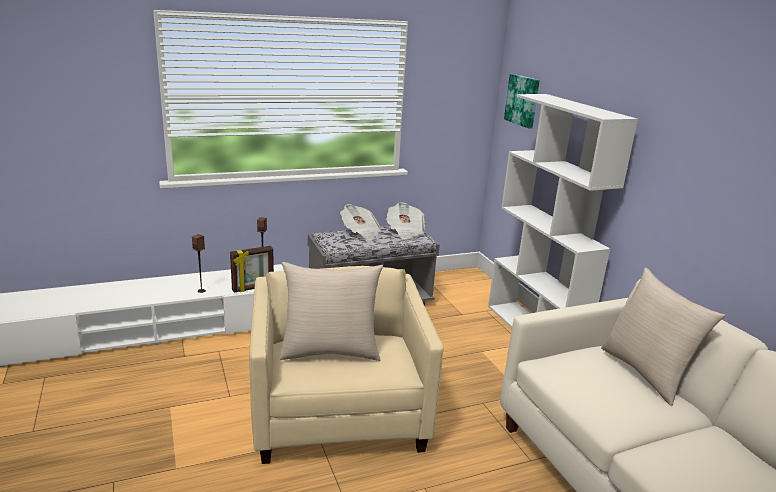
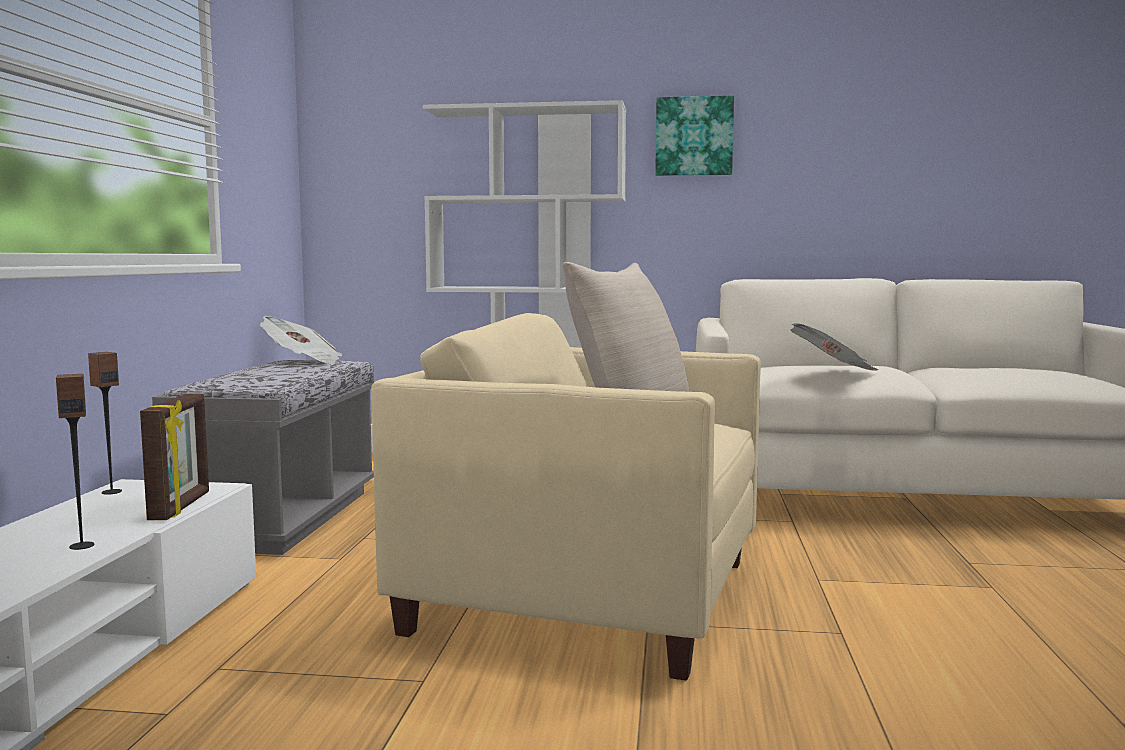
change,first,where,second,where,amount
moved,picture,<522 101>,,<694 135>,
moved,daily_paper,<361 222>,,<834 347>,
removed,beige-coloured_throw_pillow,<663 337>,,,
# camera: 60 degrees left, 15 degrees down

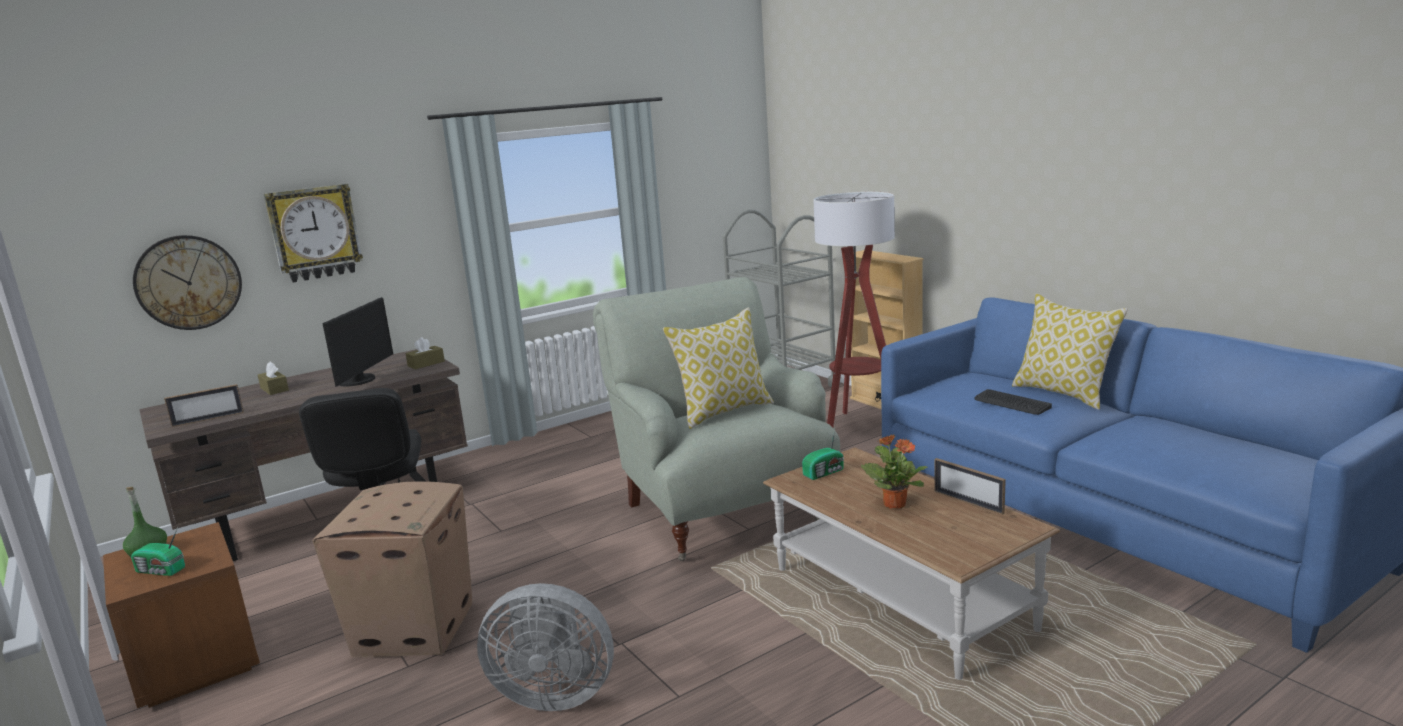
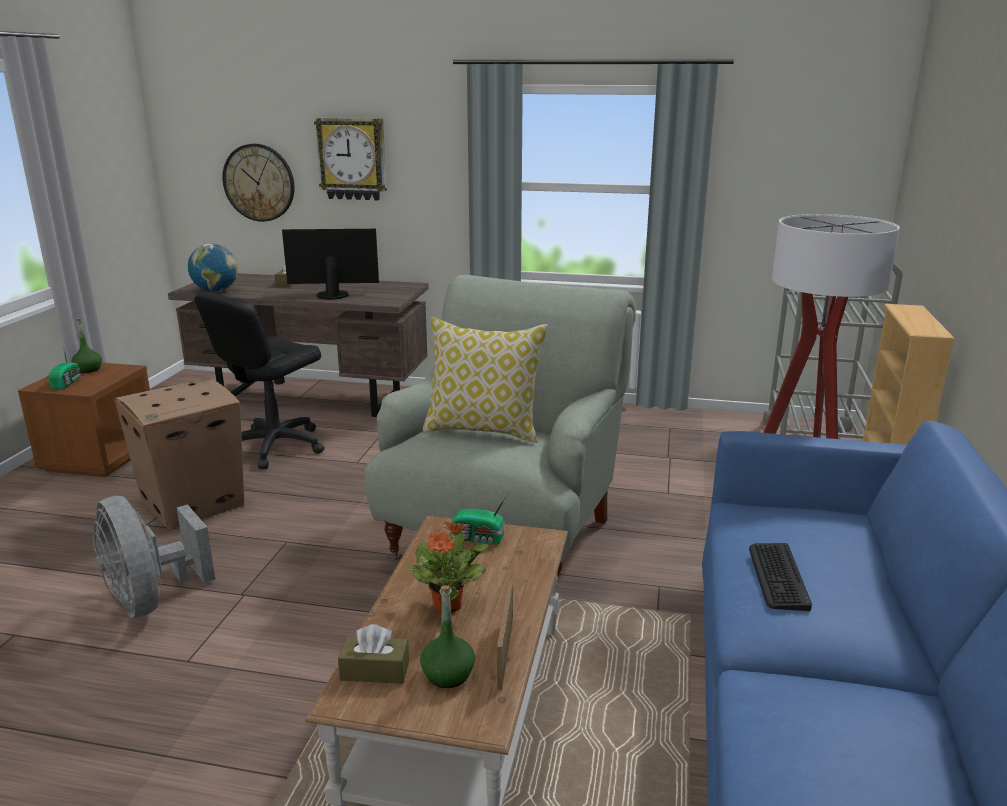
change,first,where,second,where,amount
removed,throw_pillow,<1070 352>,,,
turned,computer_screen,<357 342>,,<330 264>,150 degrees counterclockwise
moved,brown_tissue_box,<425 353>,,<373 654>,
replaced,picture_frame,<204 405>,desk_globe,<213 268>,
turned,radio_set,<158 551>,,<64 367>,150 degrees counterclockwise
added,,,greenish_beverage_bottle,<447 636>,
# camera: 45 degrees right, 5 degrees up

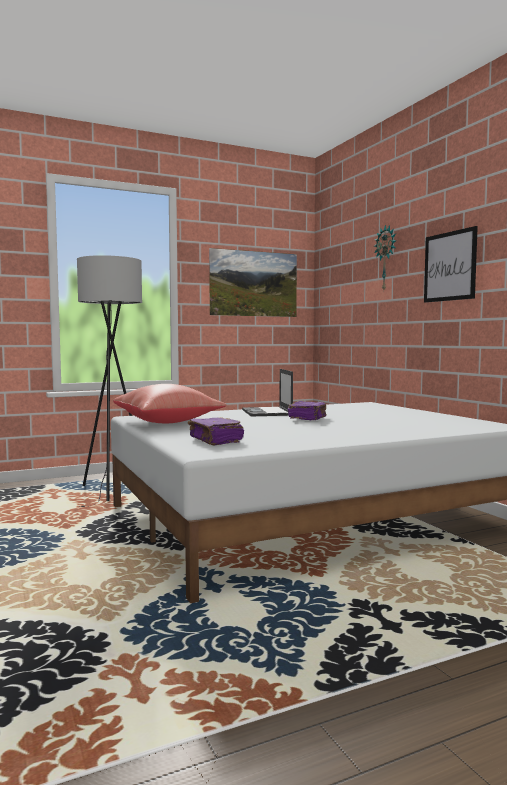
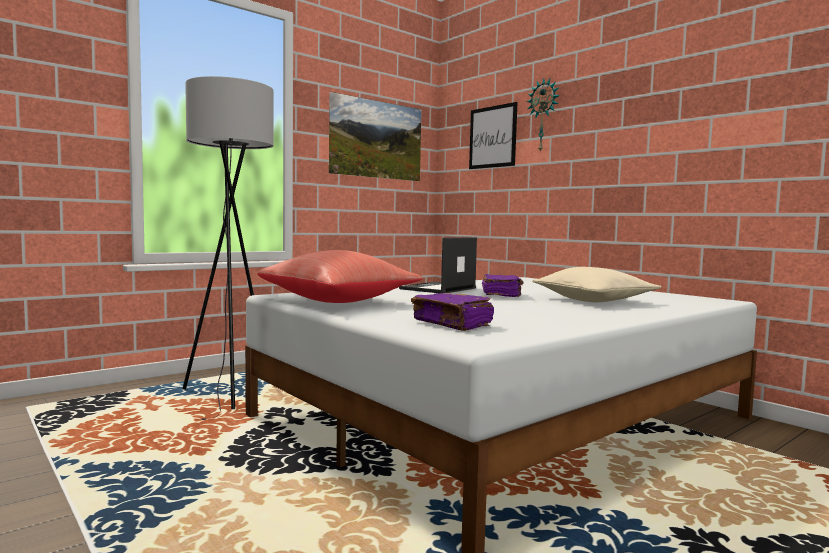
change,first,where,second,where,amount
moved,picture,<451 264>,,<493 135>,
turned,portable_computer,<267 392>,,<438 265>,60 degrees clockwise
added,,,beige-coloured_throw_pillow,<597 284>,
# camera: 15 degrees left, 0 degrees up

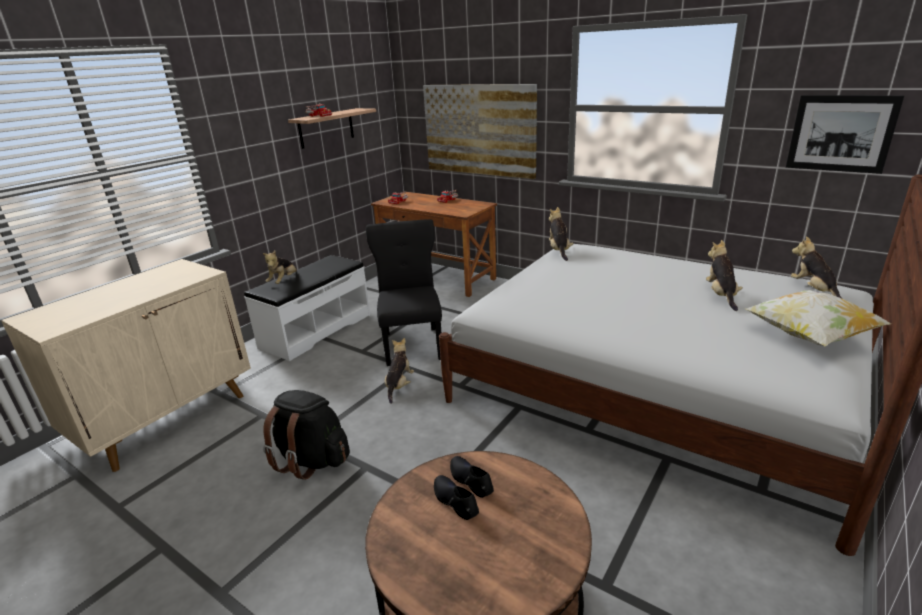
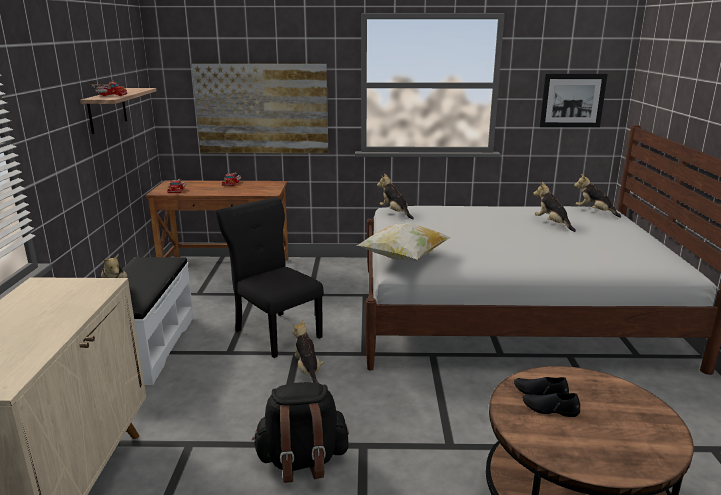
change,first,where,second,where,amount
moved,throw_pillow,<818 318>,,<403 241>,
# camera: 35 degrees left, 5 degrees down

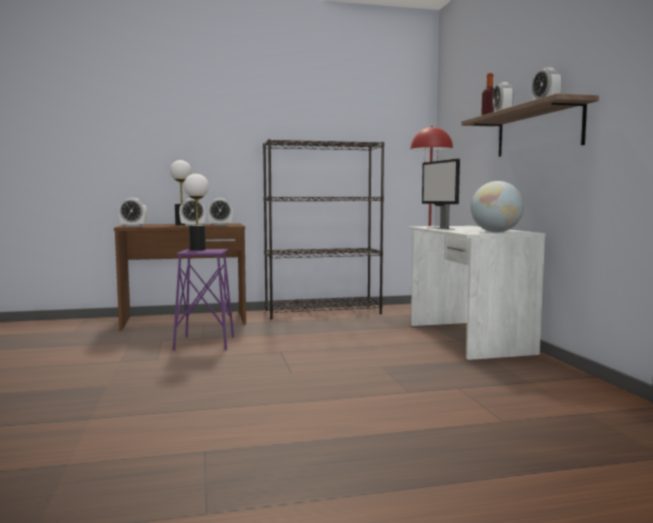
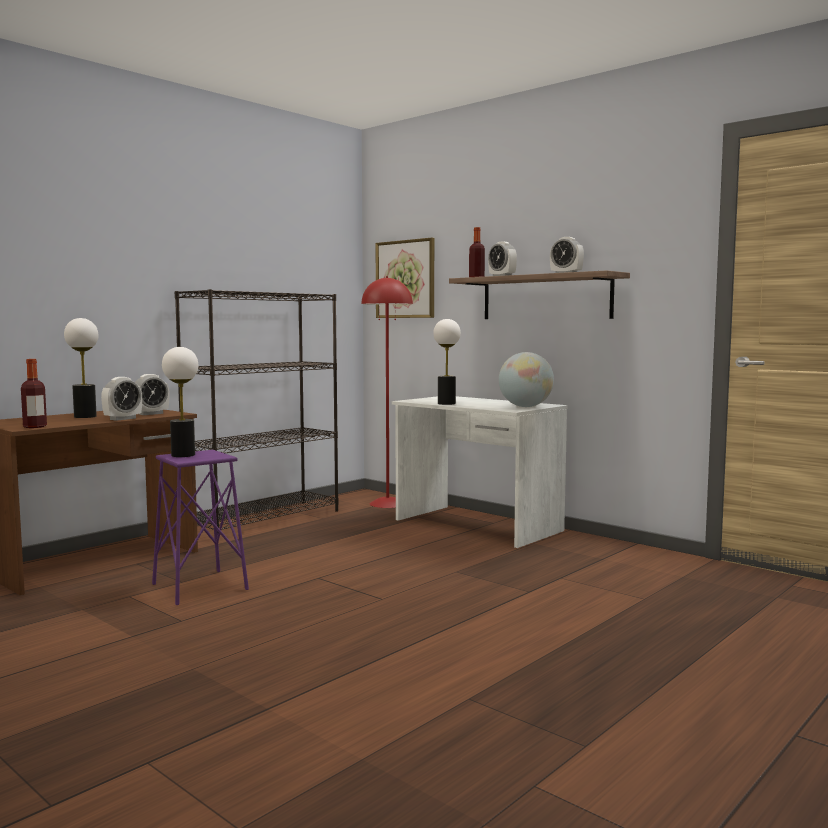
change,first,where,second,where,amount
replaced,computer_screen,<441 194>,table_lamp,<447 362>,
replaced,alarm_clock,<133 212>,beverage_bottle,<34 393>,
added,,,picture,<405 278>,
# camera: 35 degrees left, 0 degrees up

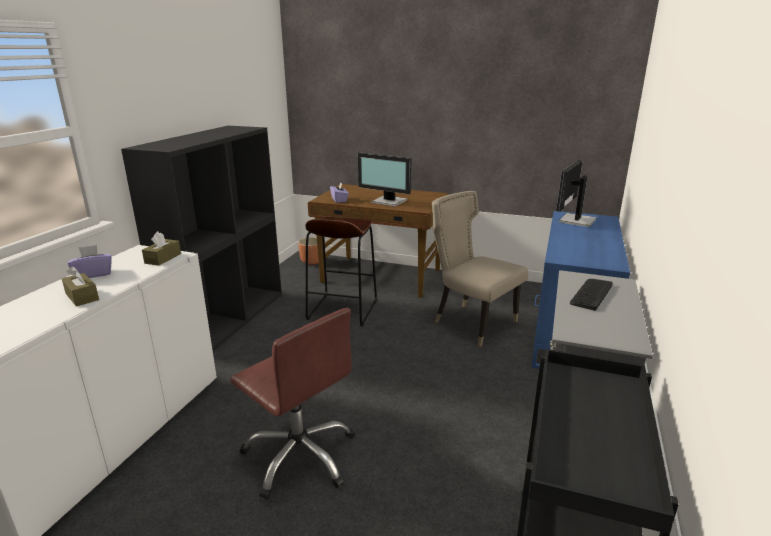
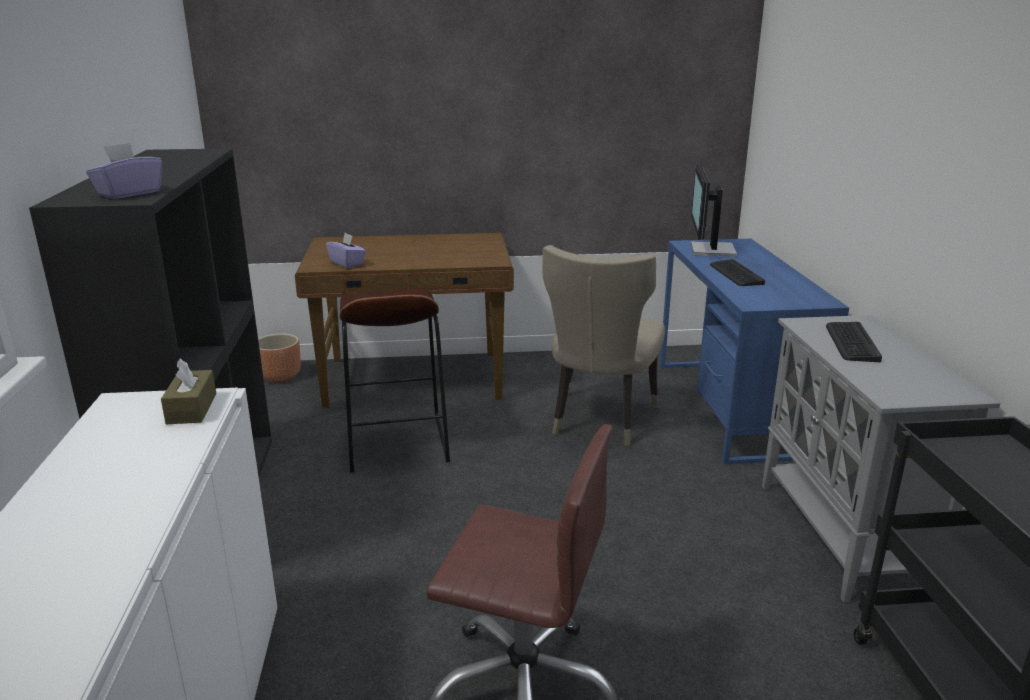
change,first,where,second,where,amount
removed,computer_screen,<385 179>,,,
turned,beige-coloured_plain_chair,<480 269>,,<604 345>,90 degrees counterclockwise
moved,purplish_tissue_box,<90 261>,,<124 171>,
removed,brown_tissue_box,<80 286>,,,
added,,,computer_keyboard,<737 272>,
# camera: 25 degrees left, 0 degrees up

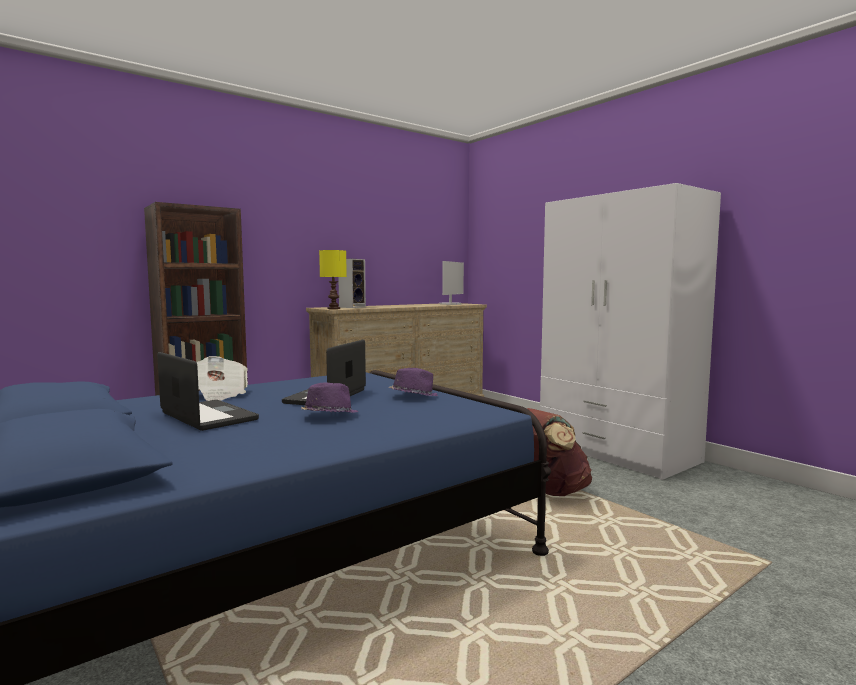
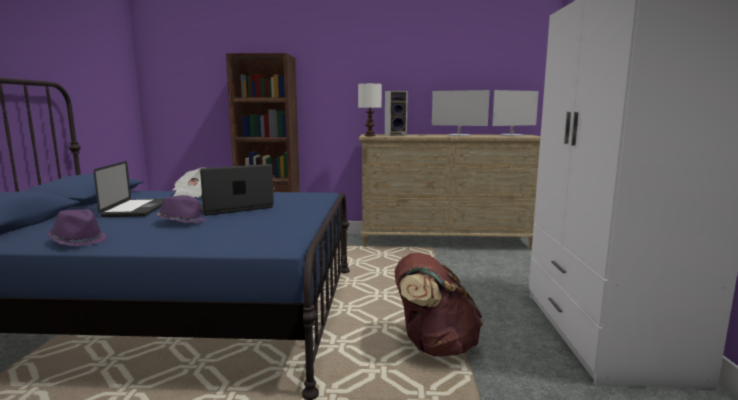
change,first,where,second,where,amount
recoloured,yellow_table_lamp,<333 279>,white_table_lamp,<370 109>,
moved,purplish_hat,<413 382>,,<77 227>,
added,,,computer_screen,<461 113>,
# camera: 40 degrees right, 5 degrees up

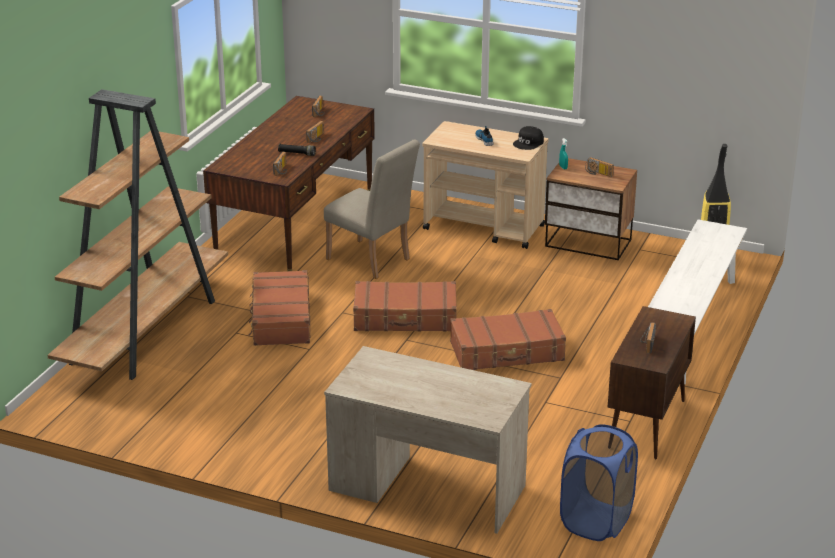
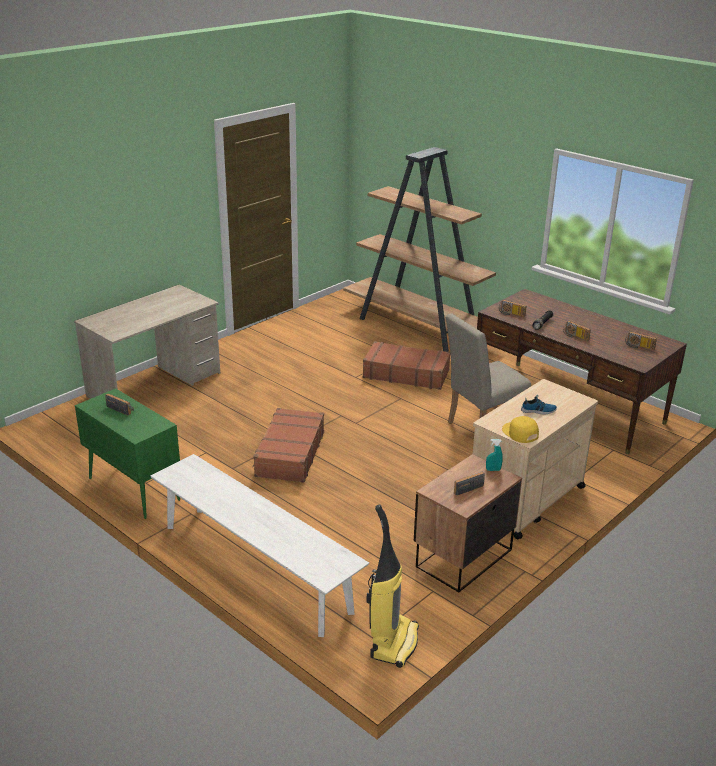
change,first,where,second,where,amount
recoloured,black-coloured_cap,<528 138>,yellow_cap,<520 429>,
removed,brown_piece_of_luggage,<405 306>,,,
recoloured,brown_storage_cabinet,<652 382>,greenish_storage_cabinet,<127 453>,
removed,blue-coloured_laundry_basket,<599 482>,,,
# camera: 110 degrees right, 0 degrees up

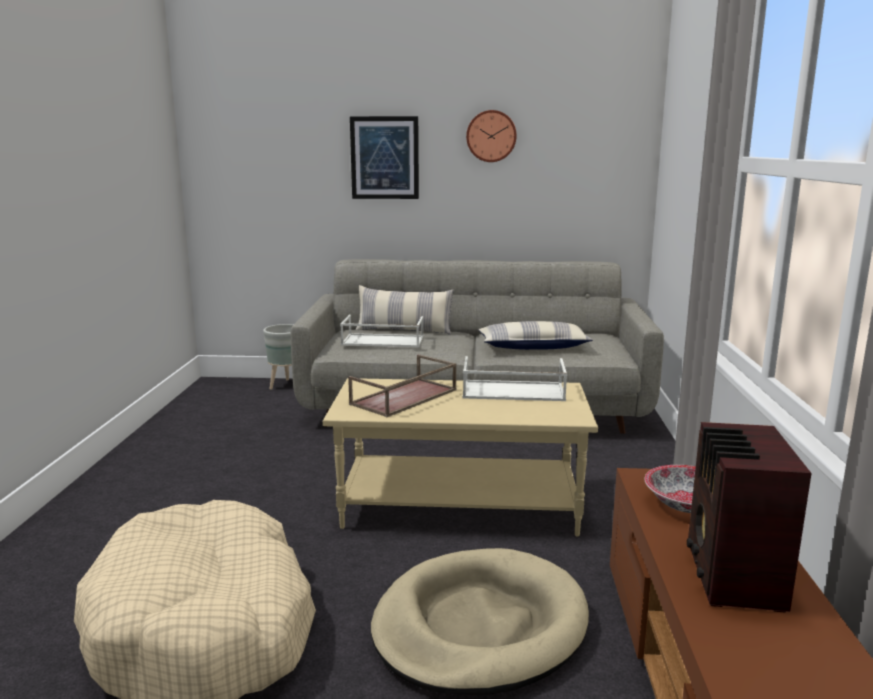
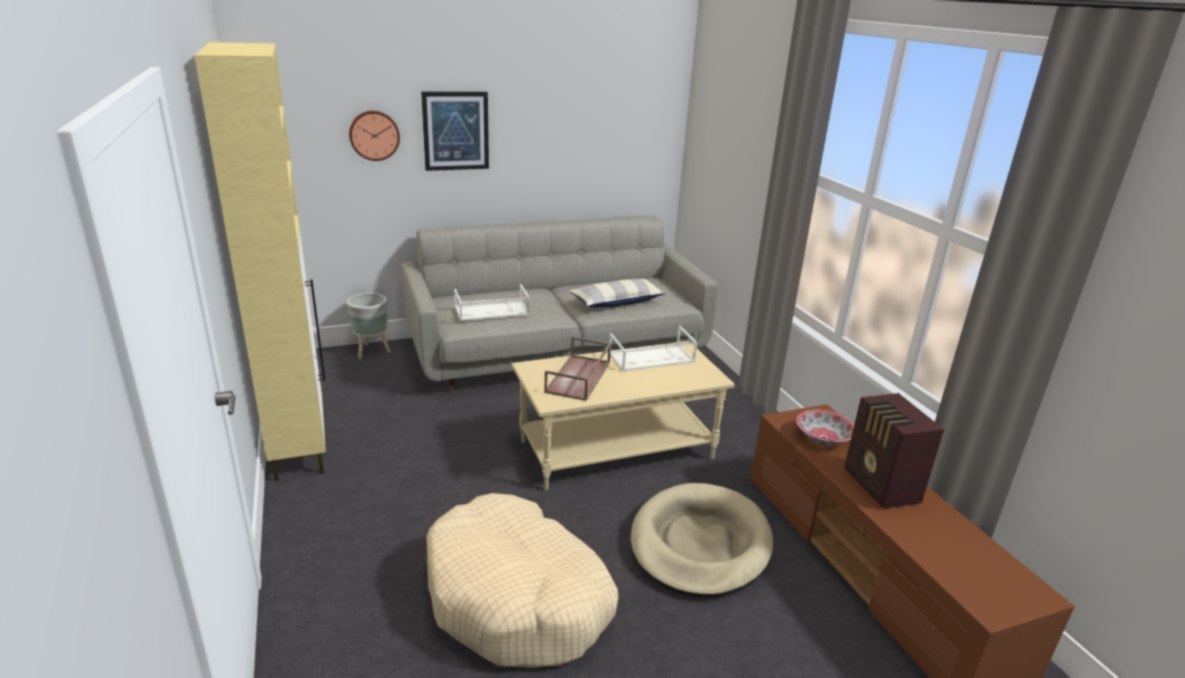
change,first,where,second,where,amount
moved,clock_on_the_wall,<491 136>,,<374 136>,
removed,throw_pillow,<405 310>,,,
added,,,beige-coloured_storage_cabinet,<260 261>,
# camera: 25 degrees left, 10 degrees up

